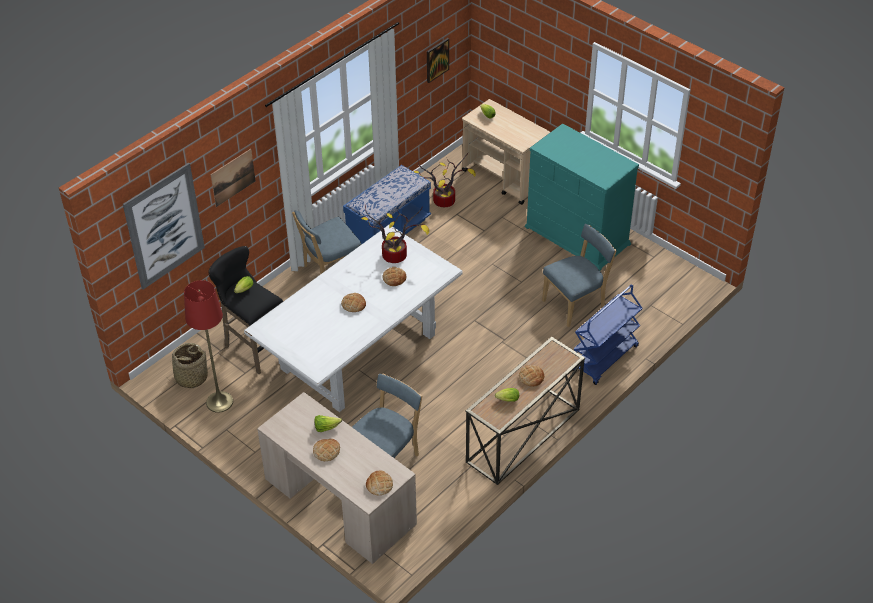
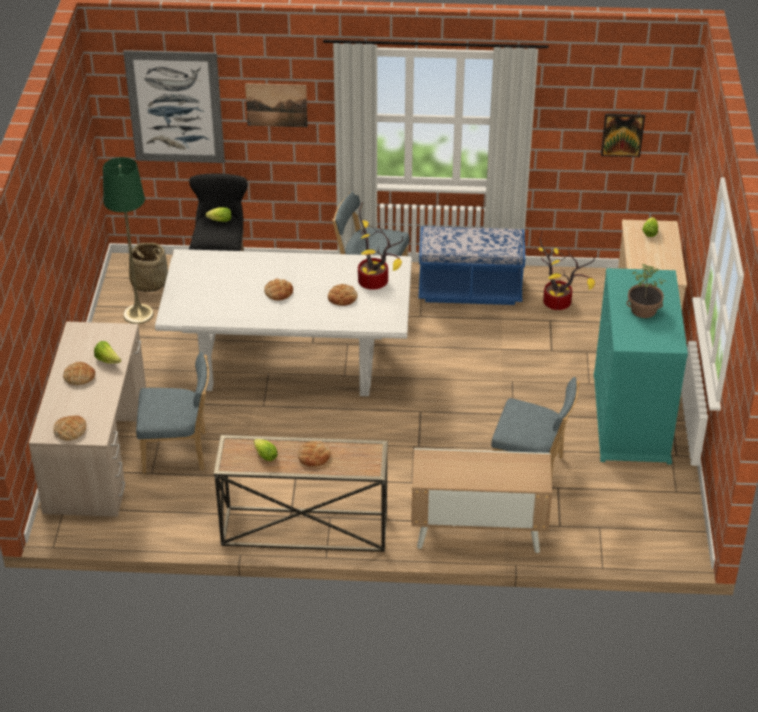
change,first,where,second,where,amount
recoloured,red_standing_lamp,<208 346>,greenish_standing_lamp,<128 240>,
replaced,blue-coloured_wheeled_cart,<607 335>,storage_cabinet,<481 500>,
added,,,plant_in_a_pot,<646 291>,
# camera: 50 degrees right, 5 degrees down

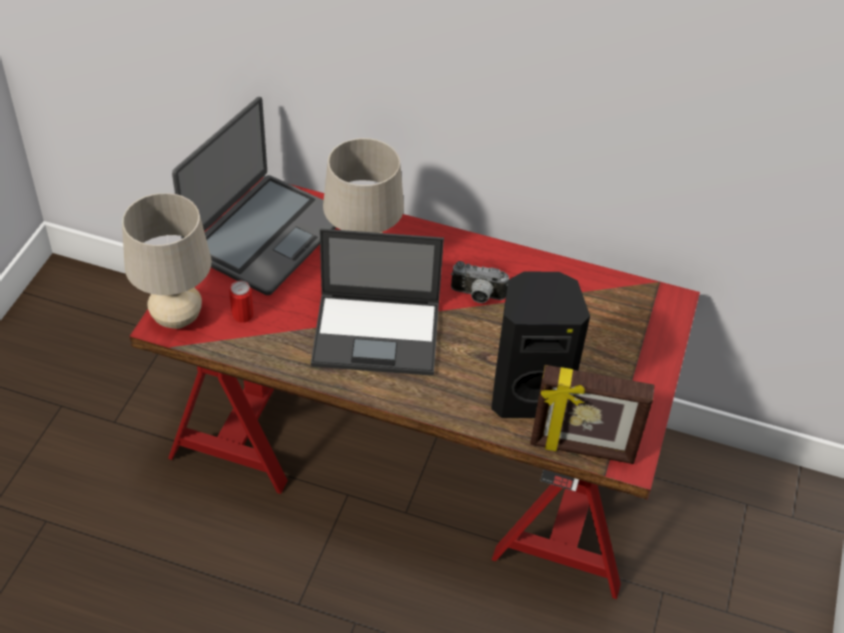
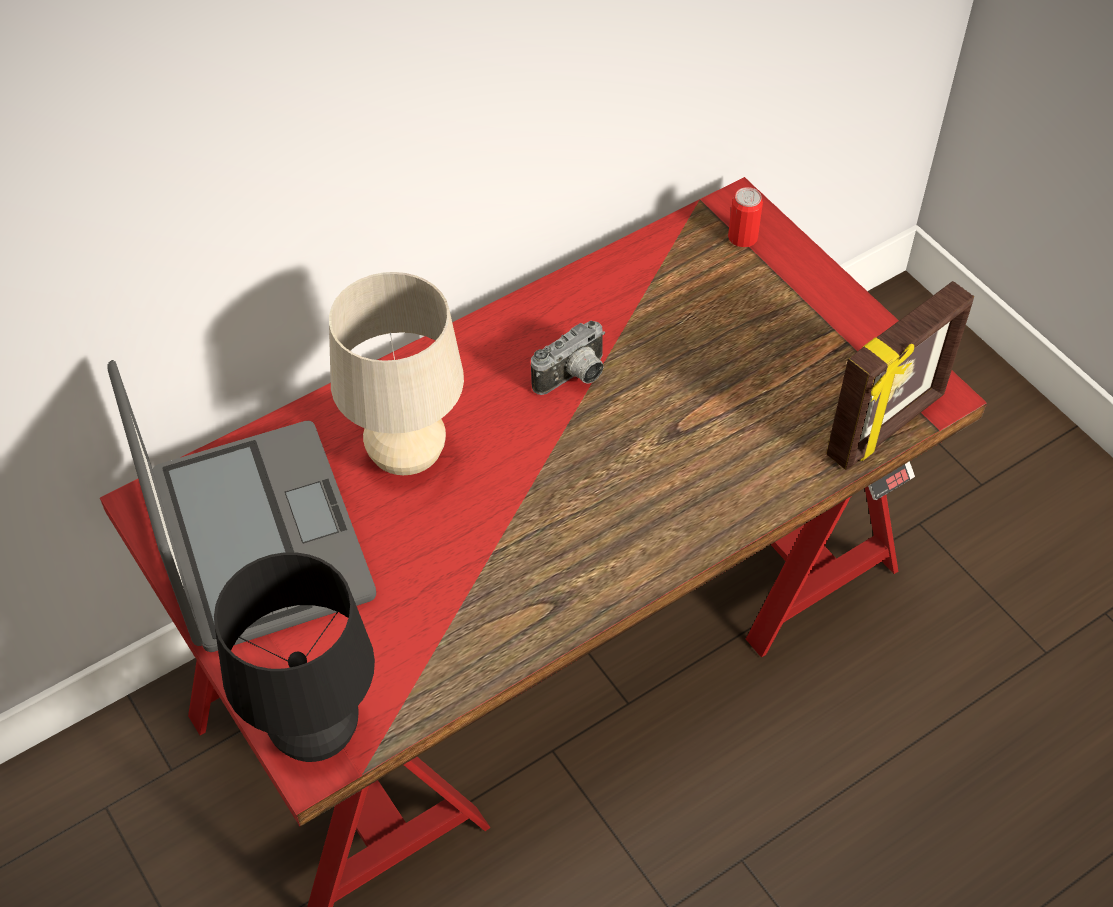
change,first,where,second,where,amount
recoloured,beige-coloured_table_lamp,<167 261>,black-coloured_table_lamp,<294 657>,
removed,portable_computer,<377 302>,,,
removed,black-coloured_speaker,<540 344>,,,
moved,metal_can,<241 302>,,<745 217>,
# camera: 50 degrees left, 5 degrees up

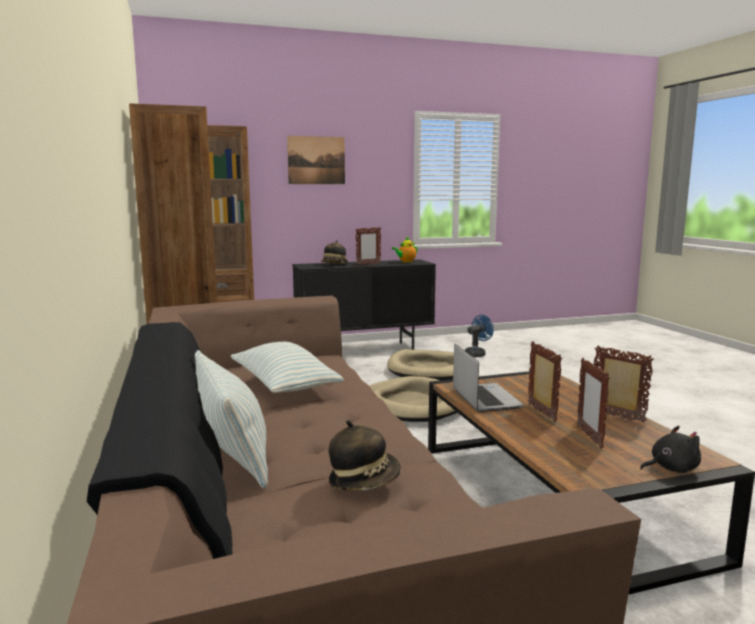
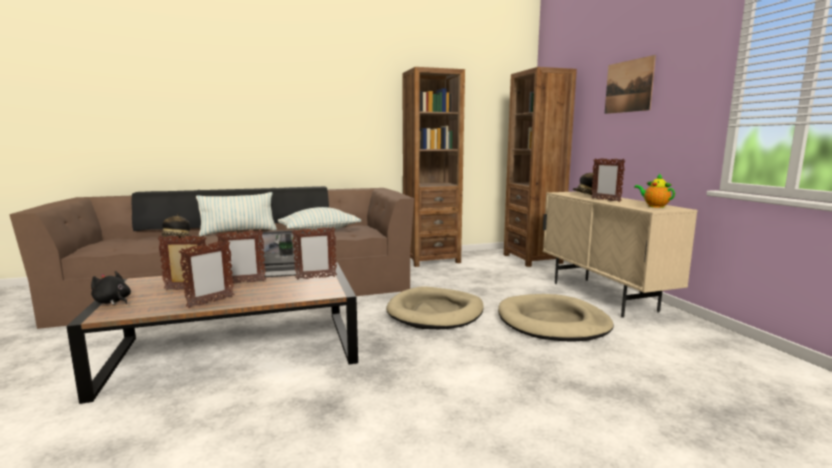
change,first,where,second,where,amount
recoloured,black-coloured_storage_cabinet,<364 304>,beige-coloured_storage_cabinet,<620 254>,
removed,blue-coloured_electric_fan,<479 336>,,,
turned,black-coloured_cuddly_toy,<670 449>,,<111 288>,135 degrees clockwise
added,,,picture_frame,<314 253>,
# camera: 90 degrees right, 0 degrees up

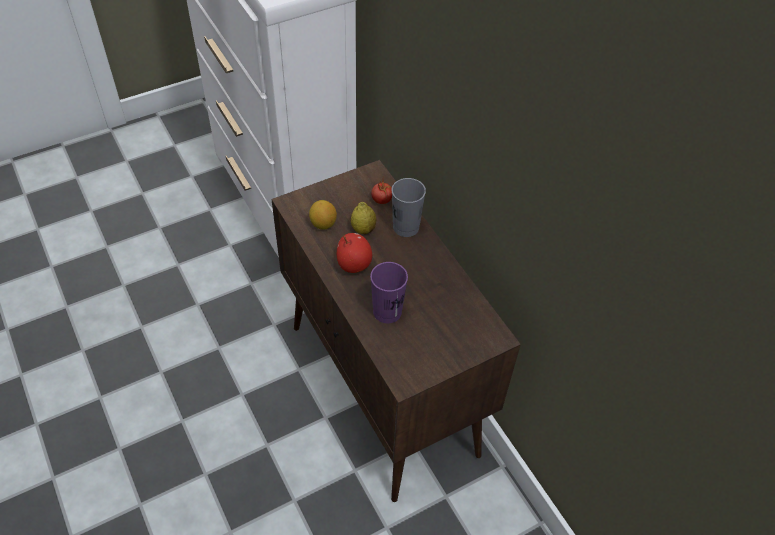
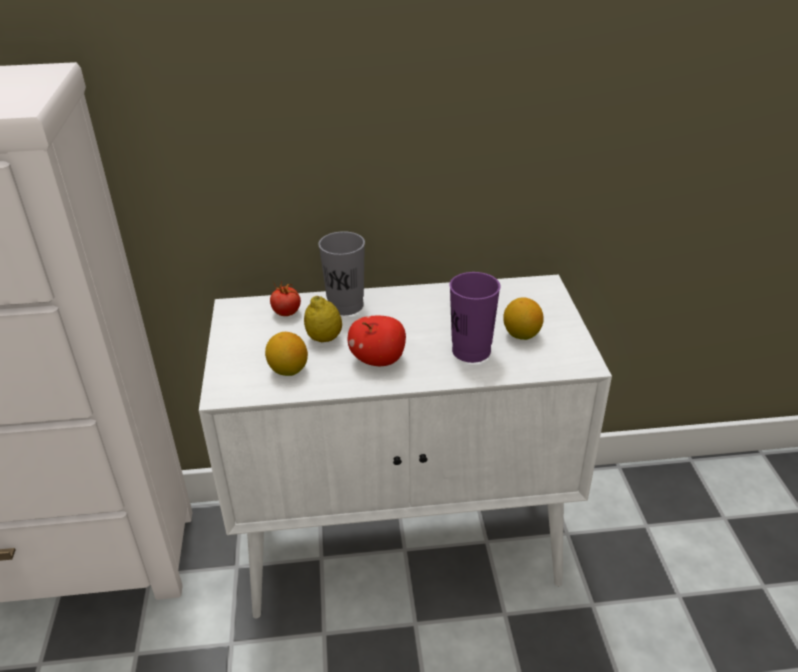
change,first,where,second,where,amount
recoloured,brown_storage_cabinet,<396 331>,white_storage_cabinet,<405 447>,
added,,,whole_lemon,<523 318>,
# camera: 65 degrees left, 15 degrees down

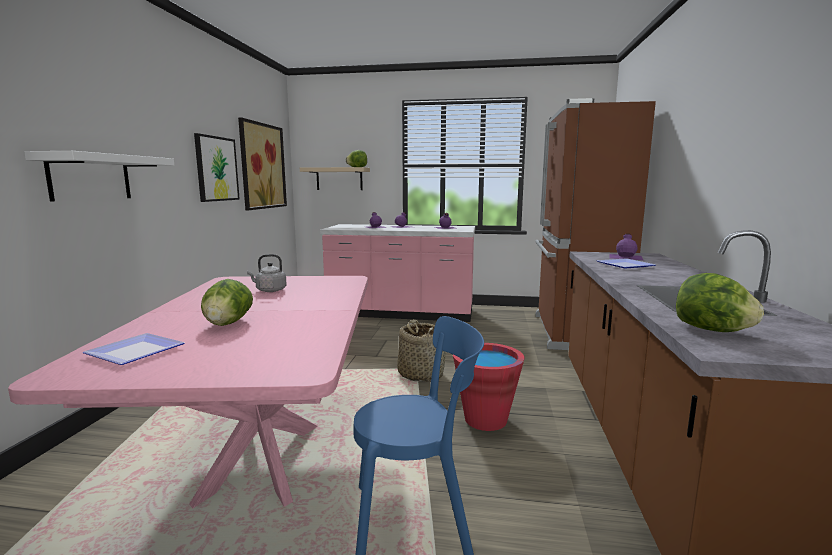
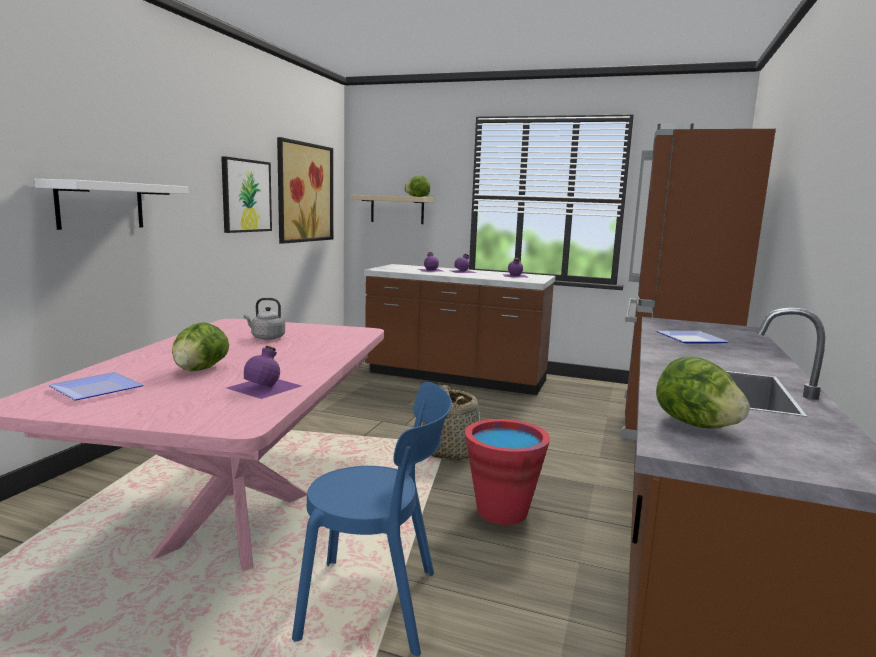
change,first,where,second,where,amount
recoloured,pink_counter,<397 273>,brown_counter,<459 329>,
moved,purplish_beverage_bottle,<626 246>,,<264 372>,
# camera: 10 degrees right, 0 degrees up

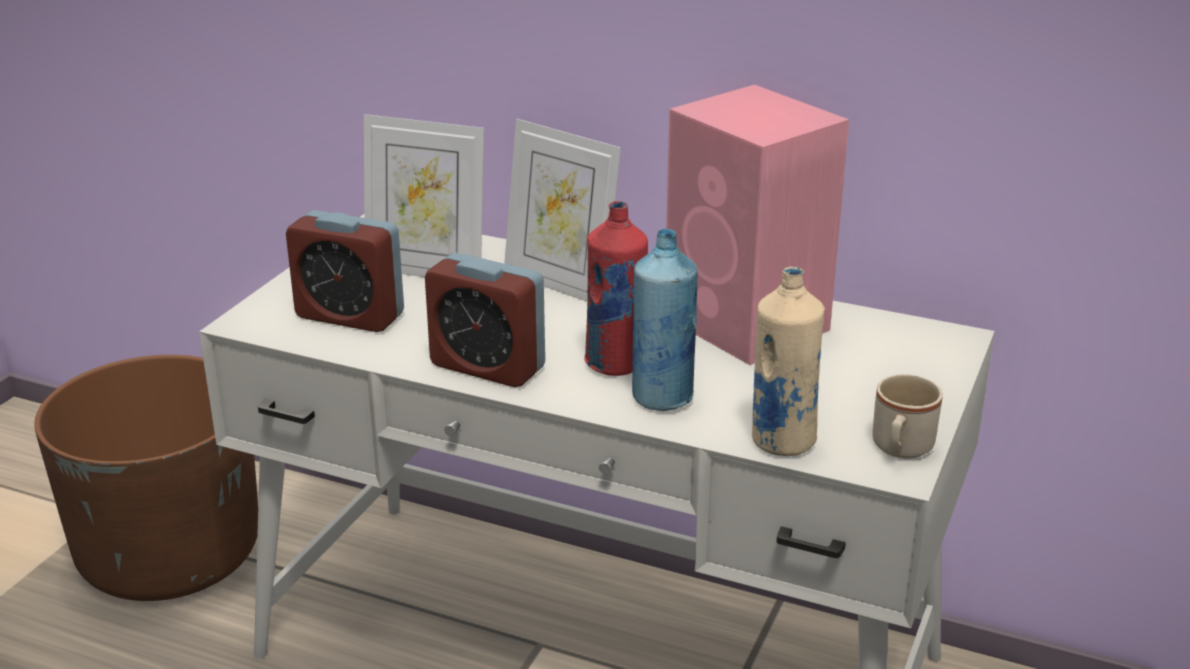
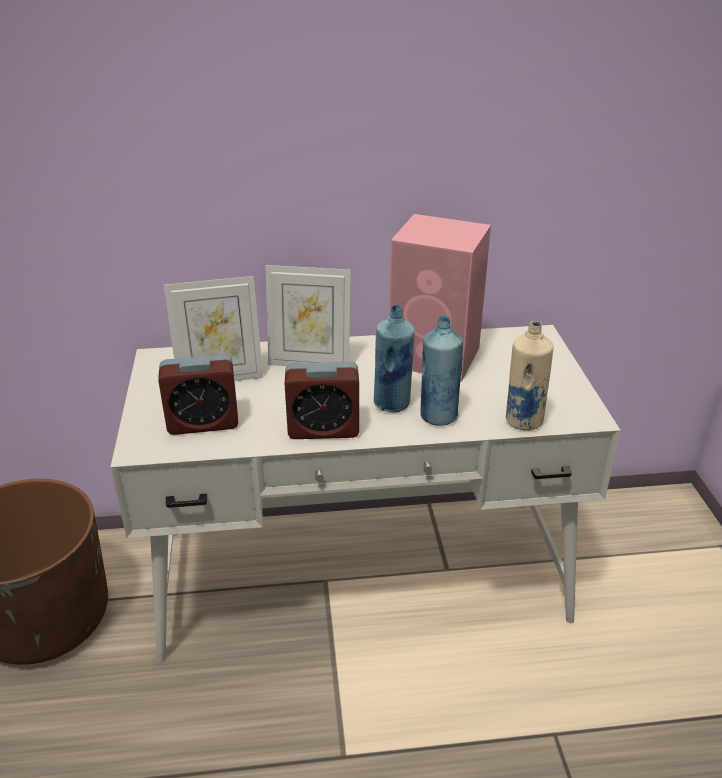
change,first,where,second,where,amount
recoloured,red_beverage_bottle,<616 288>,blue-coloured_beverage_bottle,<394 358>,
removed,beige-coloured_mug,<907 416>,,,
# camera: 30 degrees left, 5 degrees up

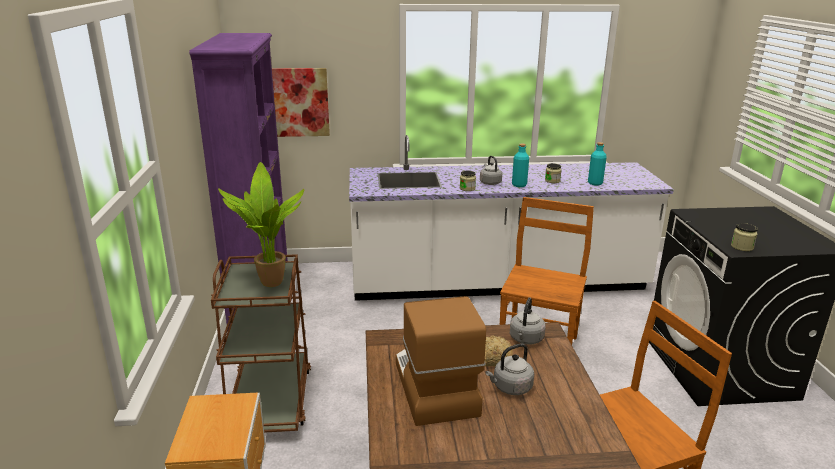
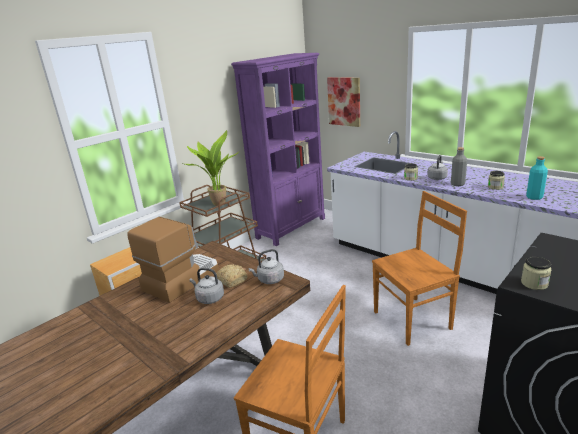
change,first,where,second,where,amount
recoloured,blue-green_beverage_bottle,<520 165>,gray_beverage_bottle,<459 166>,
# camera: 50 degrees right, 0 degrees up

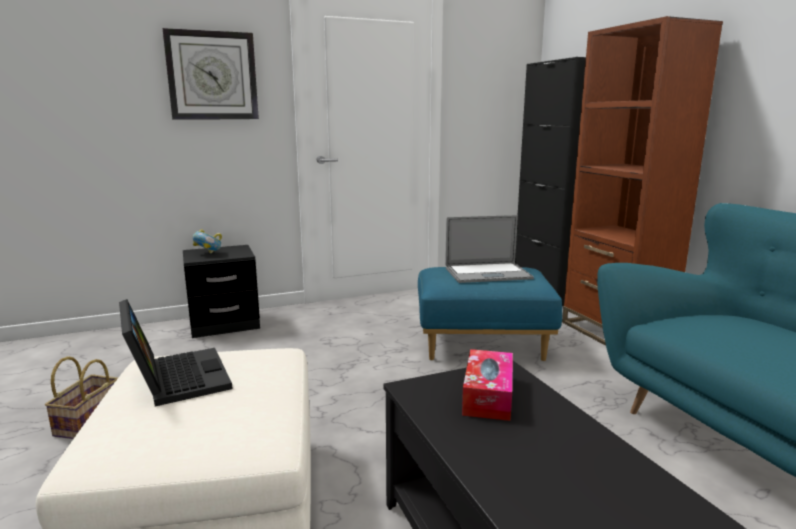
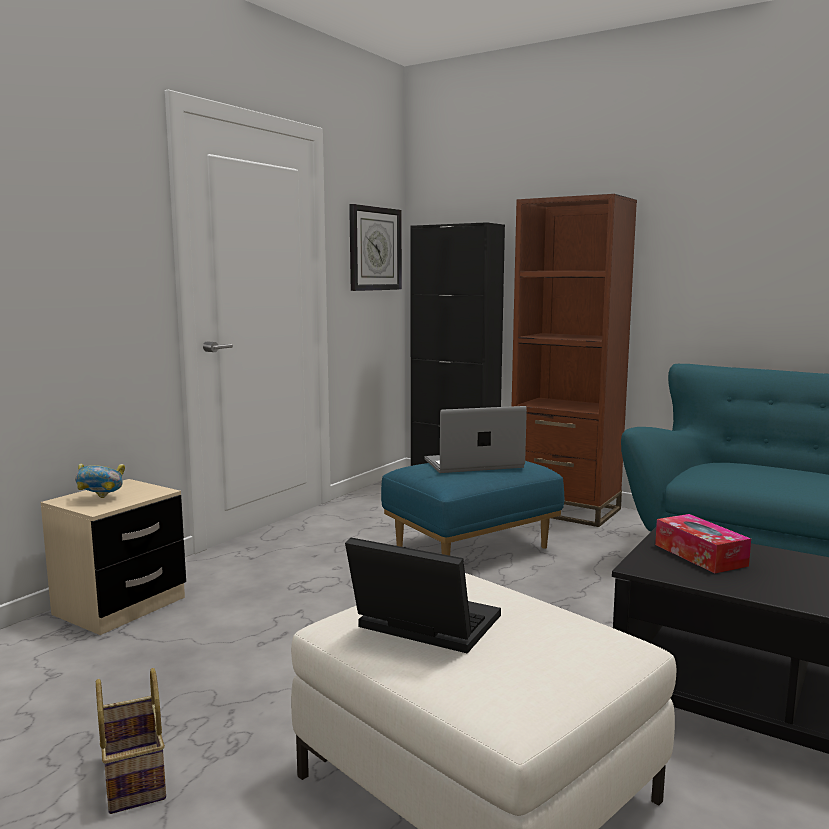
change,first,where,second,where,amount
moved,clock_on_the_wall,<210 74>,,<375 247>,
turned,portable_computer,<489 249>,,<475 439>,150 degrees counterclockwise
recoloured,black-coloured_nightstand,<221 291>,beige-coloured_nightstand,<113 557>,
# camera: 35 degrees left, 5 degrees down

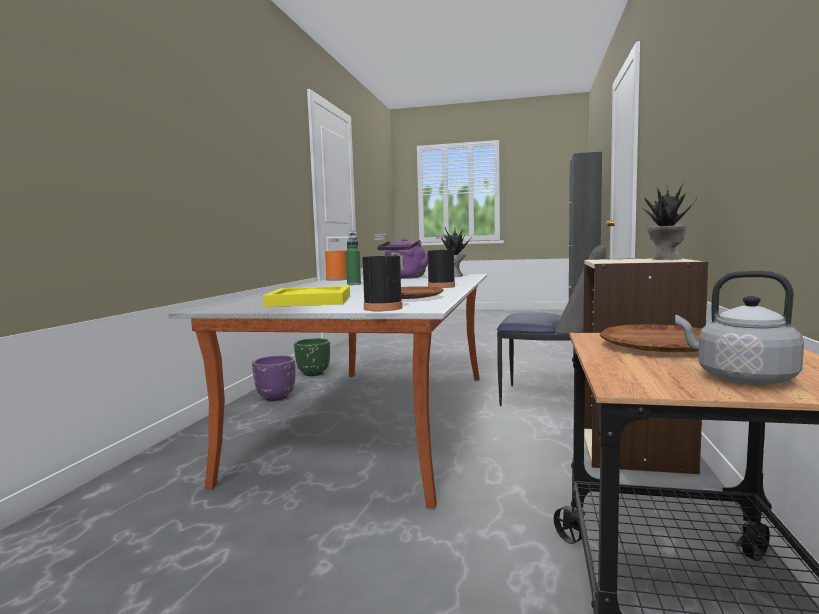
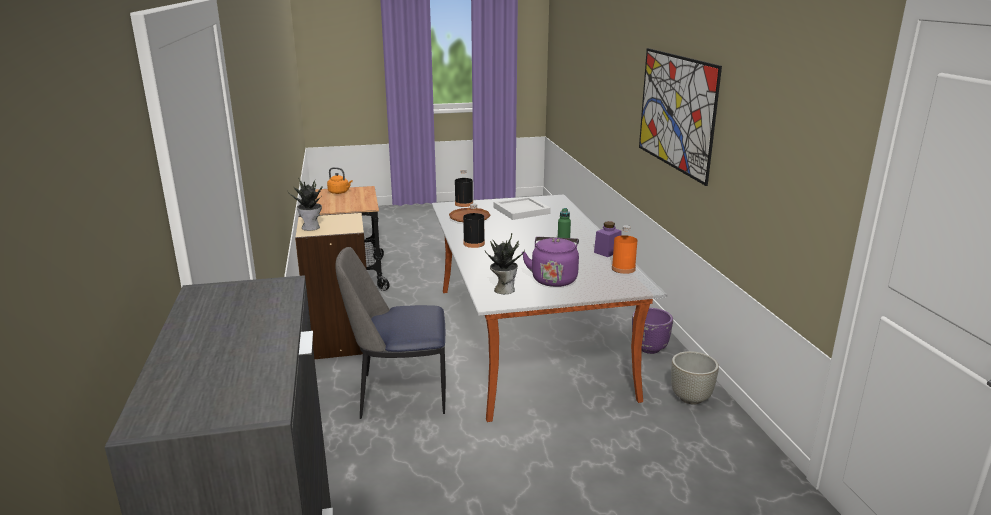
change,first,where,second,where,amount
recoloured,gray_tea_kettle,<739 328>,orangey_tea_kettle,<340 180>,
recoloured,yellow_carrying_tray,<306 296>,white_carrying_tray,<522 208>,
removed,brown_dinner_plate,<651 338>,,,
recoloured,greenish_plant_pot,<312 357>,gray_plant_pot,<695 378>,
added,,,picture,<680 117>,
added,,,purplish_preserve_jar,<608 239>,
# camera: 155 degrees right, 15 degrees up

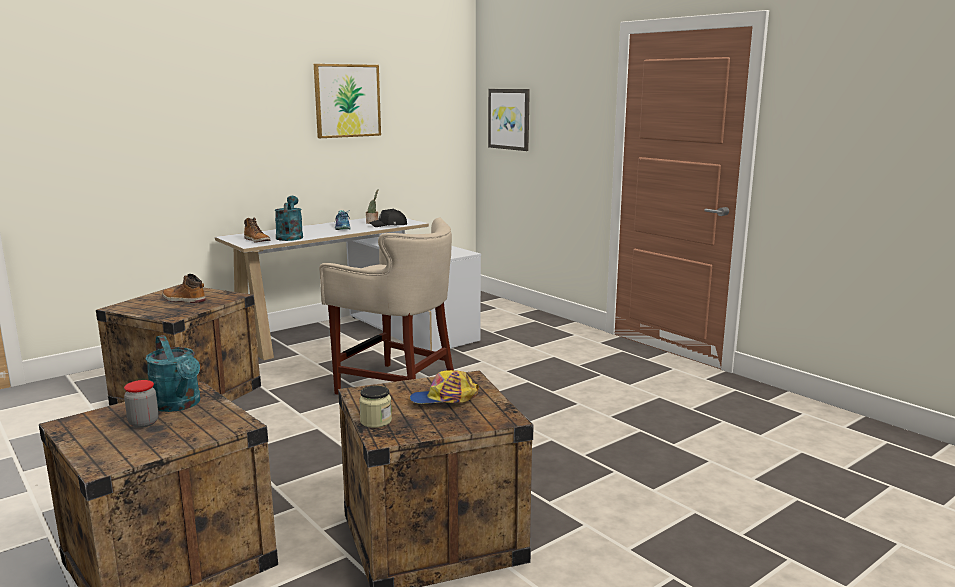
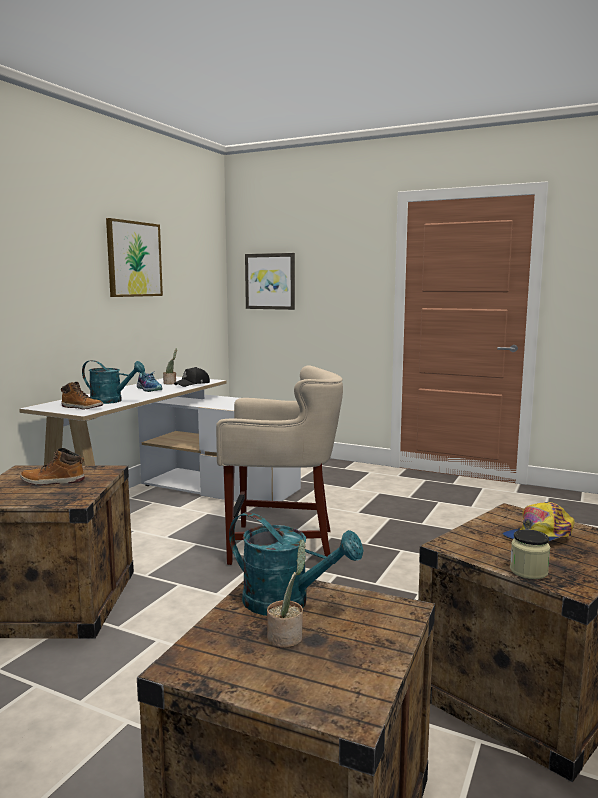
change,first,where,second,where,amount
turned,blue-green_sprinkling_can,<289 218>,,<113 382>,135 degrees clockwise
replaced,preserve_jar,<141 404>,plant_in_a_pot,<286 593>,
# camera: 25 degrees left, 5 degrees down

